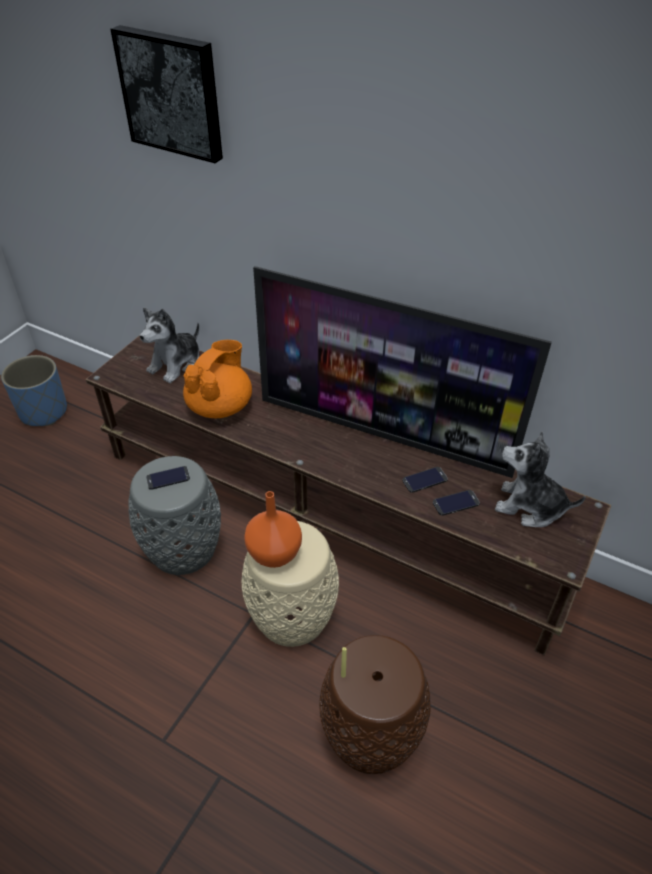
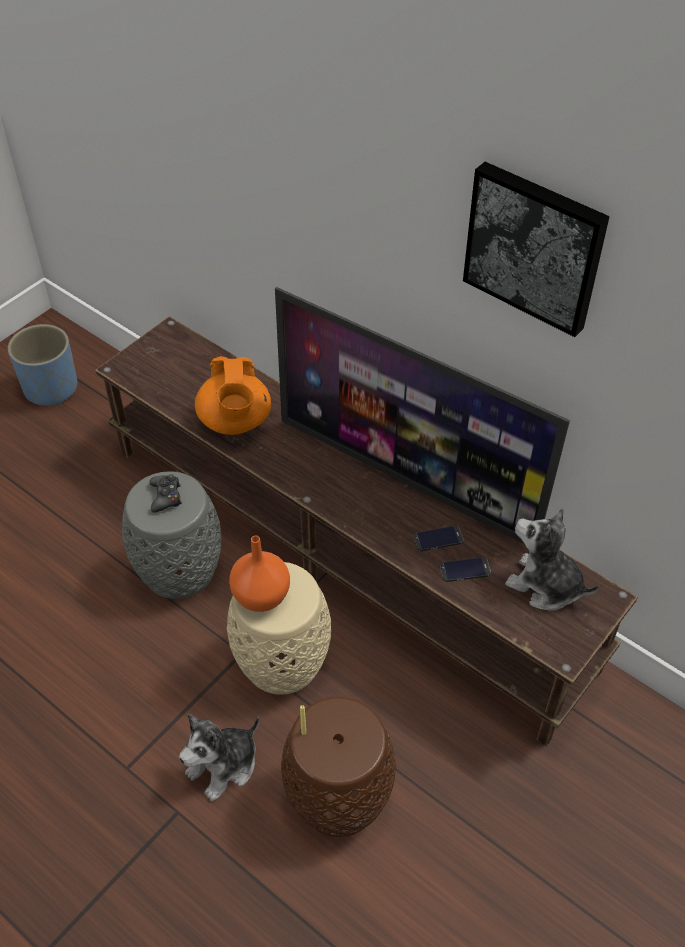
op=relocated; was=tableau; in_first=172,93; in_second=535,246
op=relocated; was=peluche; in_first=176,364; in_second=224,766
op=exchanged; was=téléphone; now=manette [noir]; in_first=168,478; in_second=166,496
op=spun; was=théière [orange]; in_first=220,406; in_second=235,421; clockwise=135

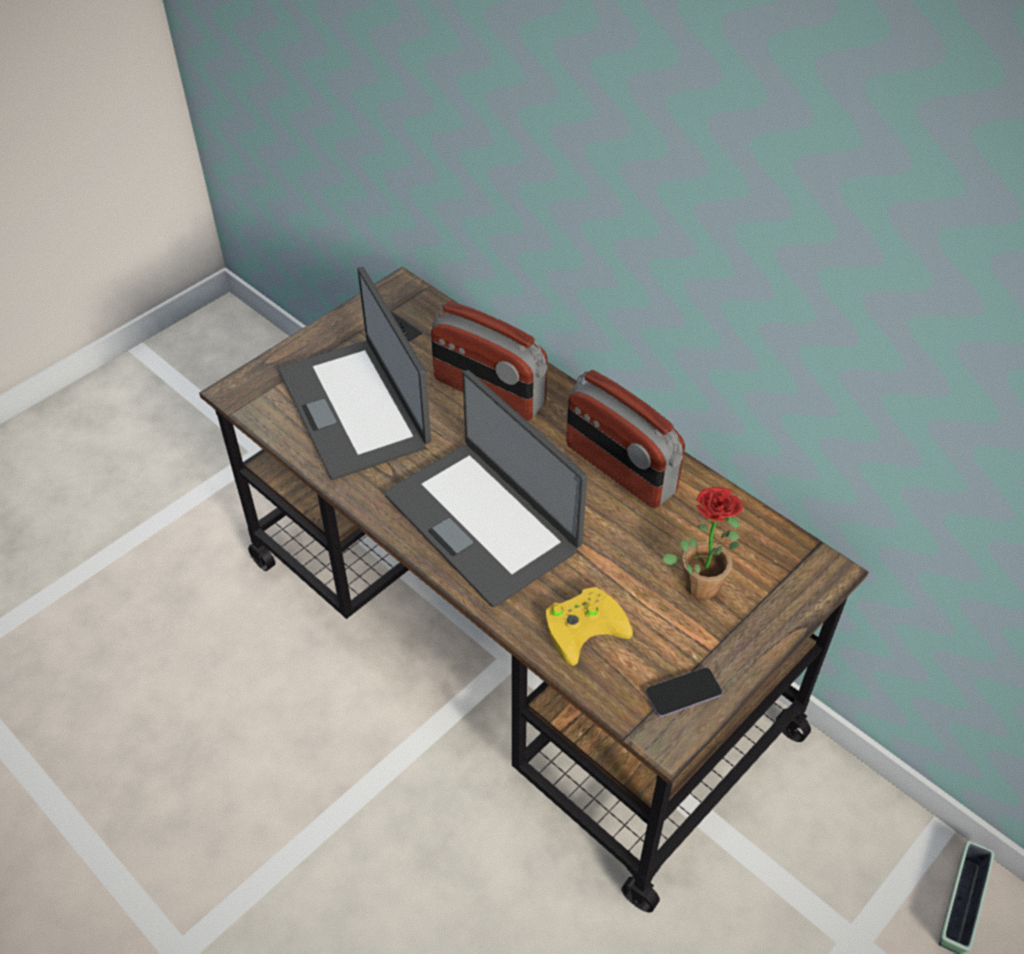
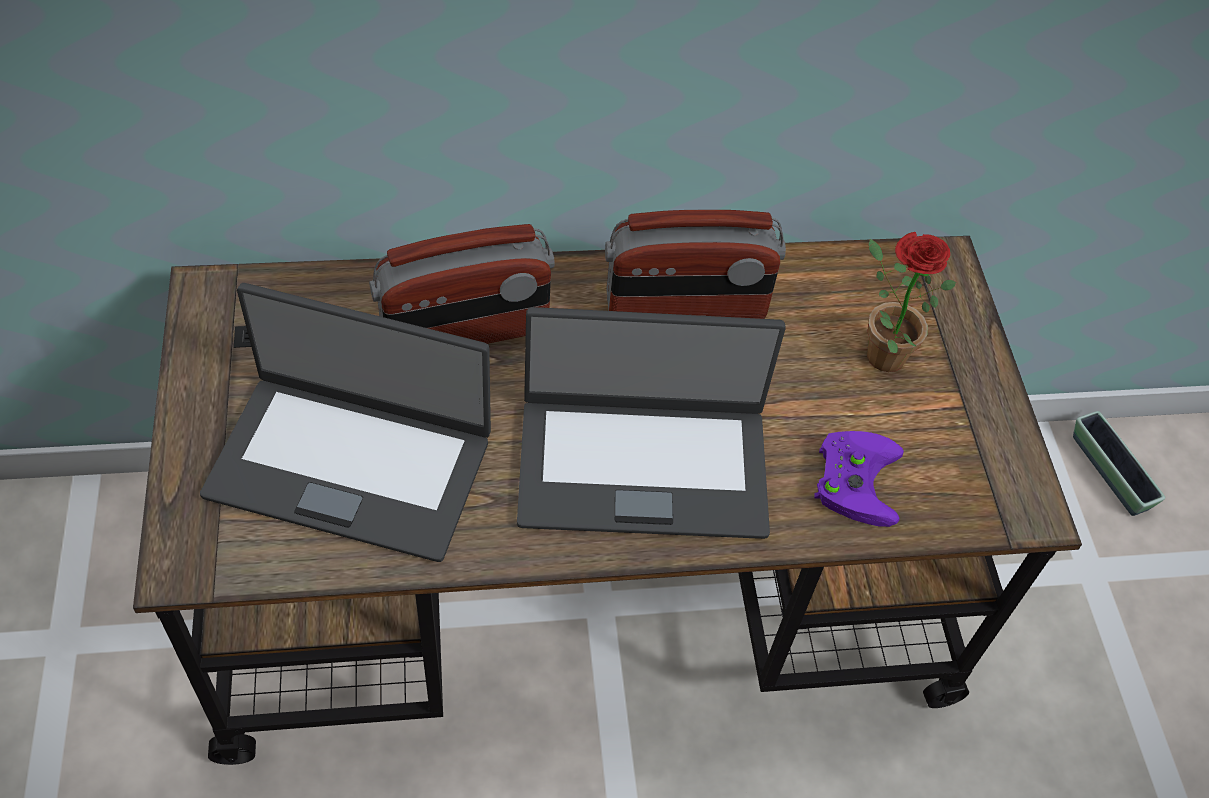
op=colour; was=manette [jaune]; now=manette [violet]; in_first=585,624; in_second=853,477
op=missing; was=téléphone; in_first=683,693

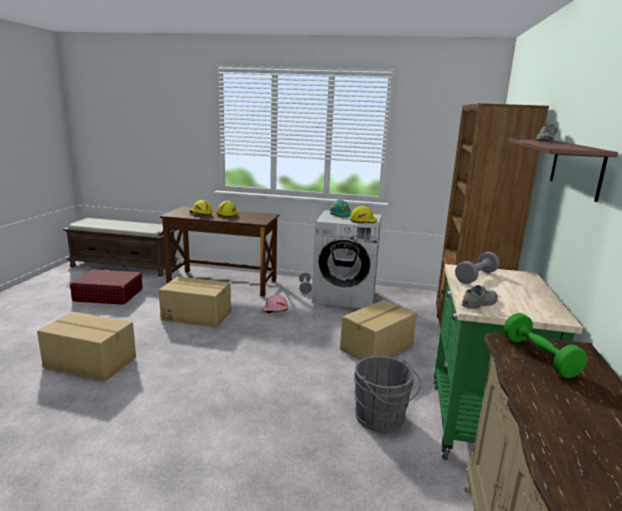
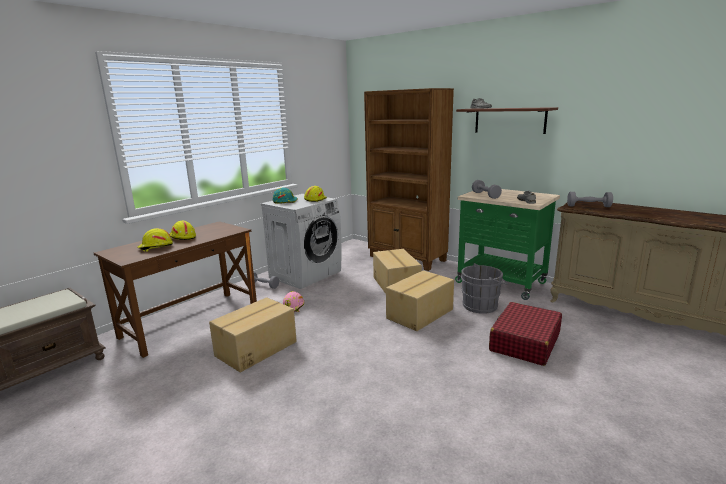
op=relocated; was=carton; in_first=90,363; in_second=420,314
op=relocated; was=valise [rouge]; in_first=108,295; in_second=524,342
op=colour; was=haltère [vert]; now=haltère [gris]; in_first=539,357; in_second=588,206

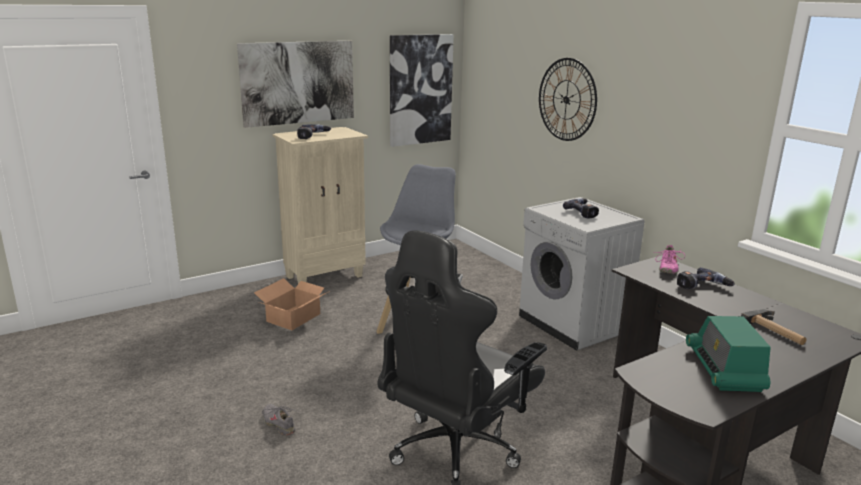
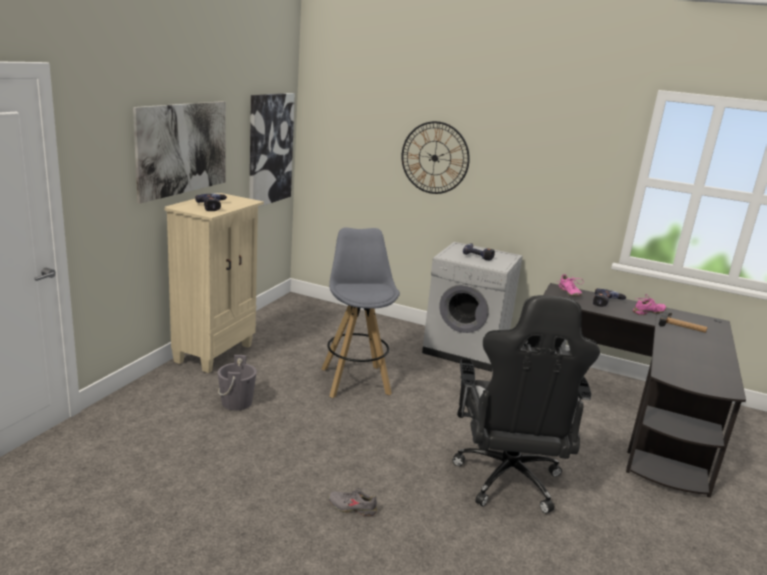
op=exchanged; was=carton; now=seau [gris]; in_first=294,317; in_second=236,402
op=missing; was=radio; in_first=724,369
op=appeared; now=chaussure [rose]; in_second=648,312

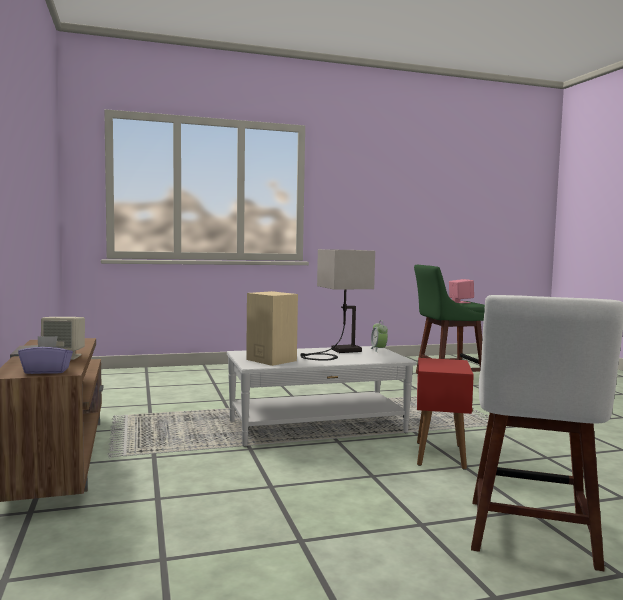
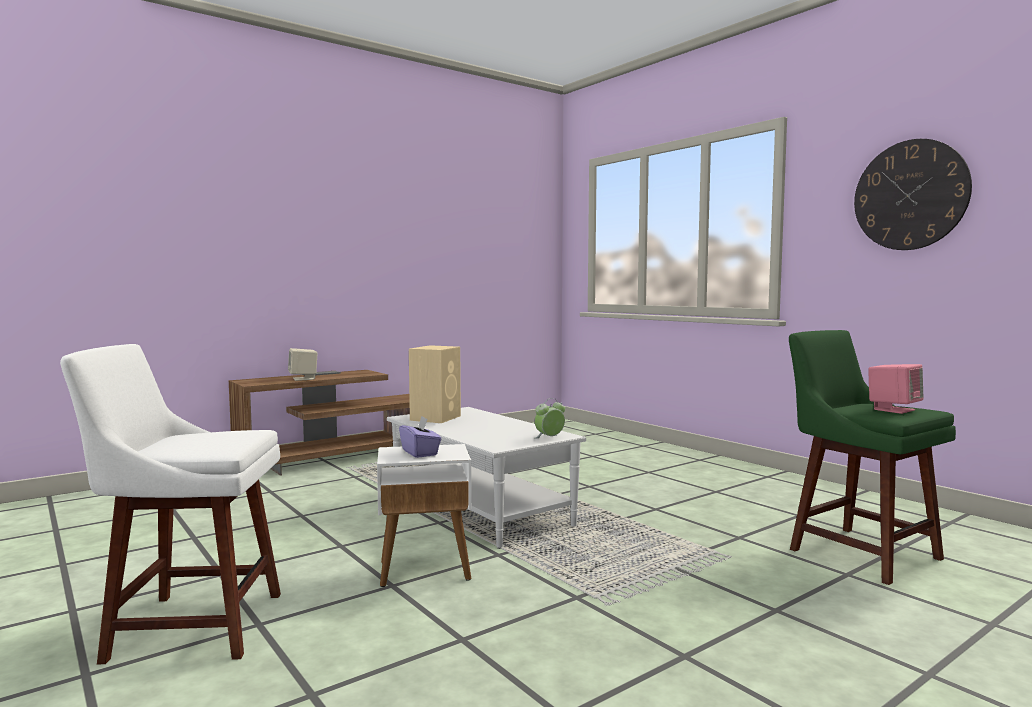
op=relocated; was=boîte à mouchoirs [violet]; in_first=47,371; in_second=420,453
op=missing; was=lampe de table; in_first=334,353
op=colour; was=table d'appoint [rouge]; now=table d'appoint [blanc]; in_first=440,455; in_second=426,570
op=appeared; now=horloge murale; in_second=910,195

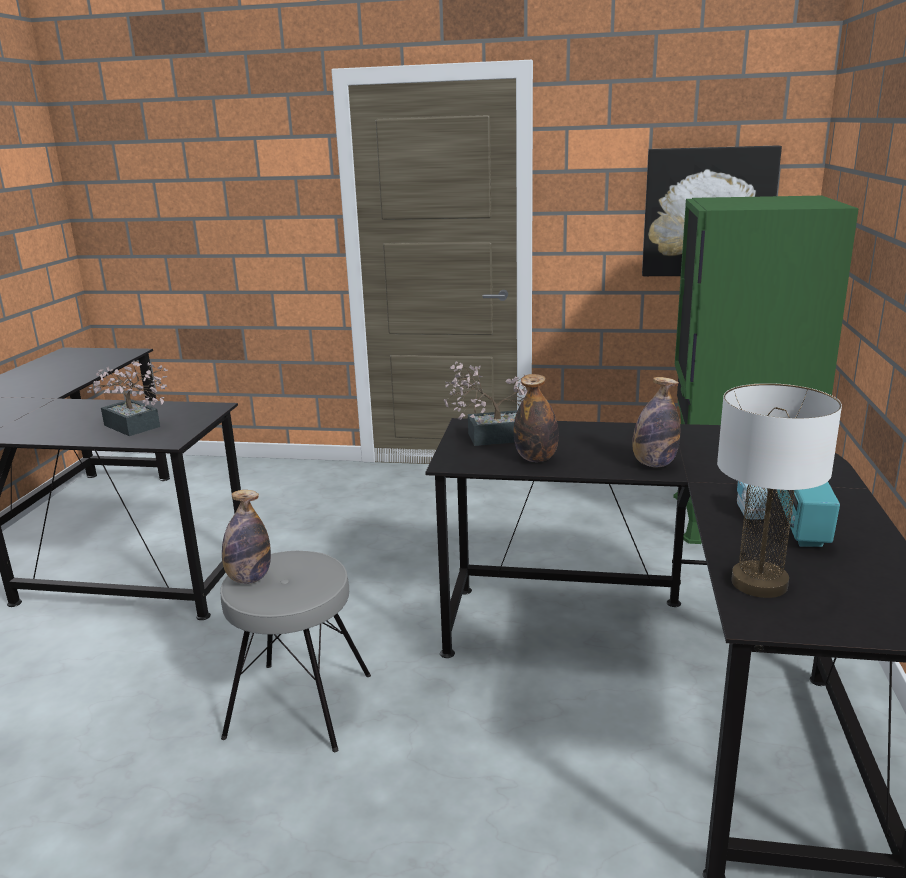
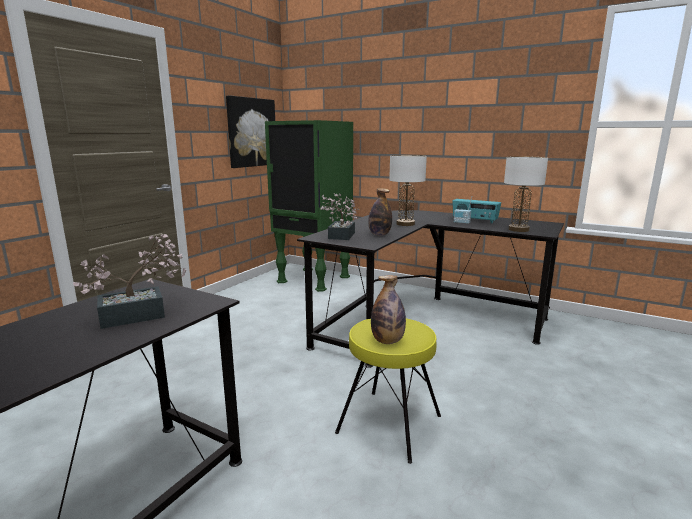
op=colour; was=tabouret [gris]; now=tabouret [jaune]; in_first=299,704; in_second=388,424
op=exchanged; was=bouteille; now=lampe de table; in_first=653,464; in_second=405,224

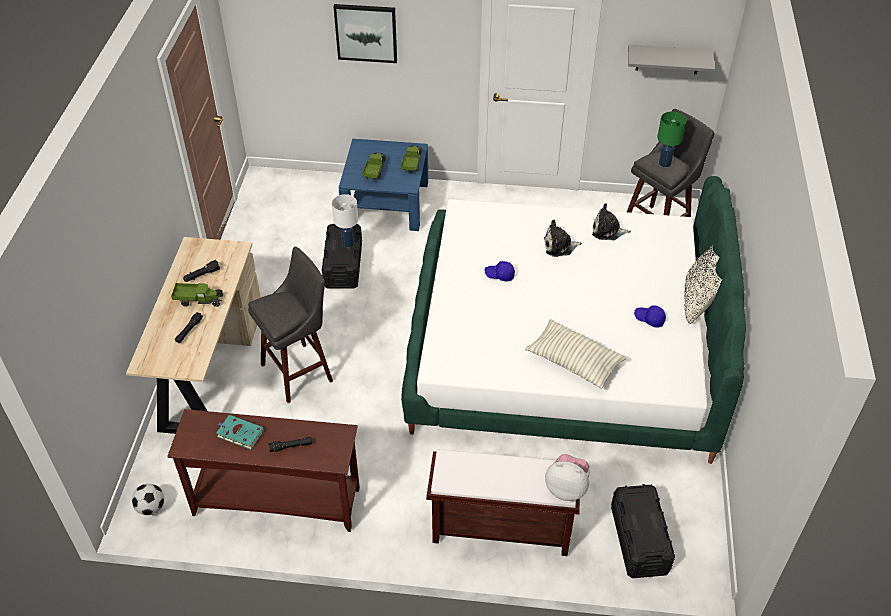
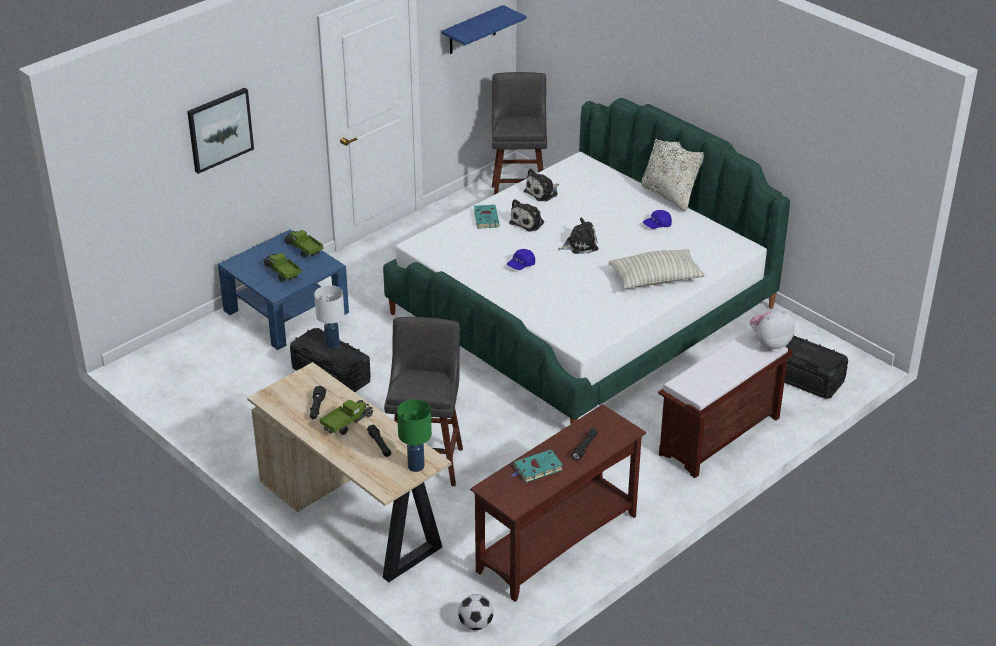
op=colour; was=étagère [gris]; now=étagère [bleu]; in_first=668,59; in_second=472,30
op=relocated; was=lampe de table [vert]; in_first=665,163; in_second=416,466
op=appeared; now=livre [turquoise]; in_second=486,218
op=appeared; now=peluche; in_second=579,245

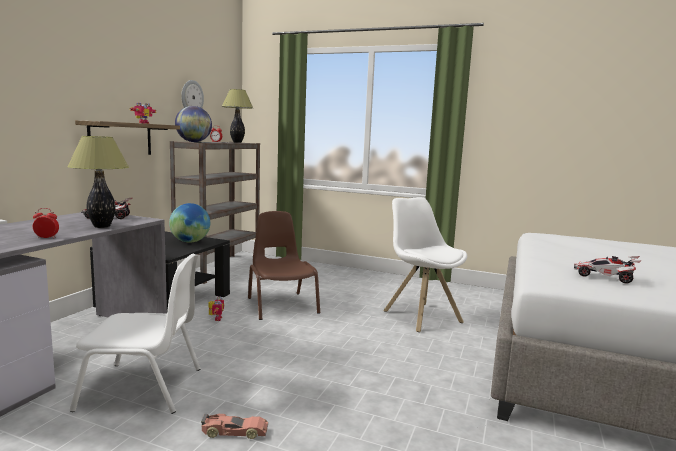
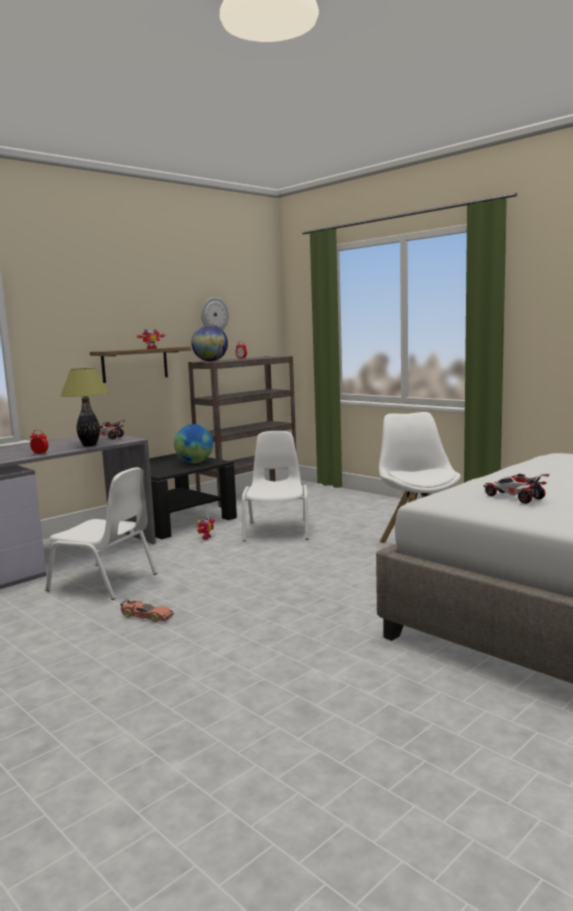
op=missing; was=lampe de table; in_first=237,142
op=colour; was=chaise [marron]; now=chaise [blanc]; in_first=281,305; in_second=277,530

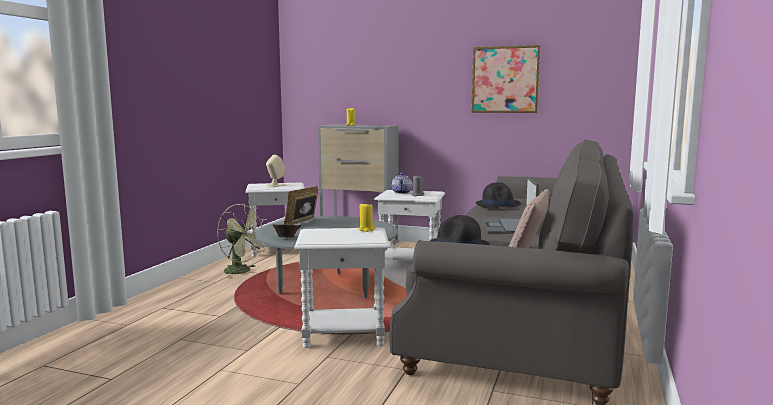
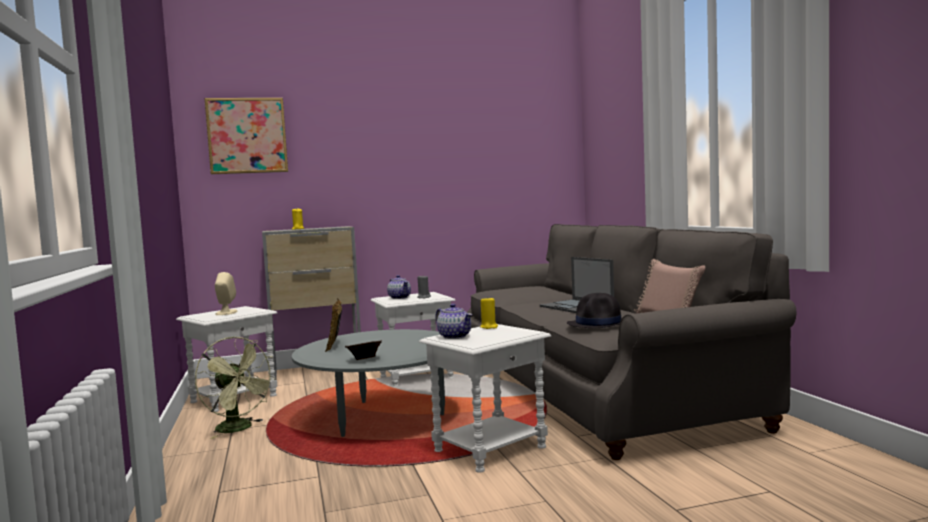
op=spun; was=ventilateur [vert]; in_first=242,271; in_second=239,429; clockwise=45
op=relocated; was=tableau; in_first=505,79; in_second=247,136
op=missing; was=chapeau [noir]; in_first=498,204
op=appeared; now=théière; in_second=454,336

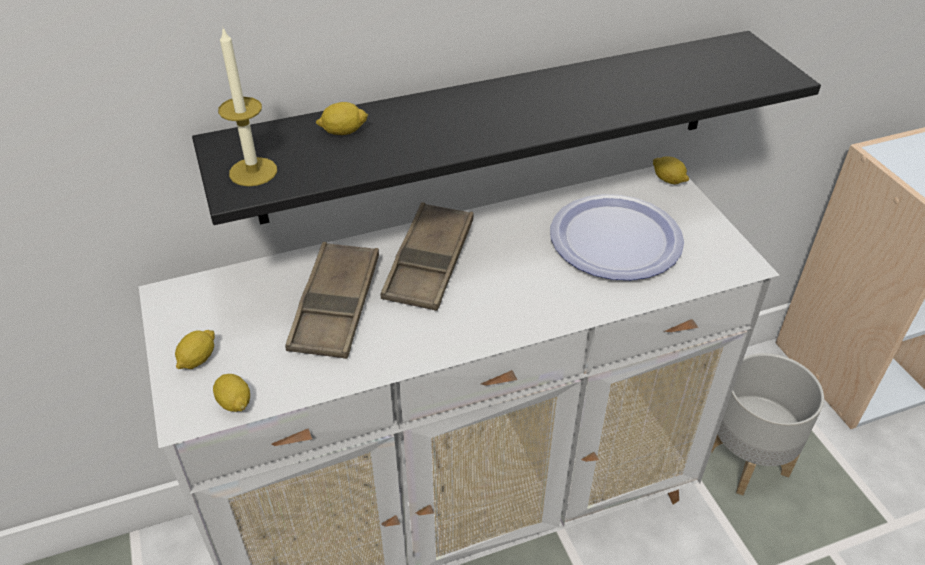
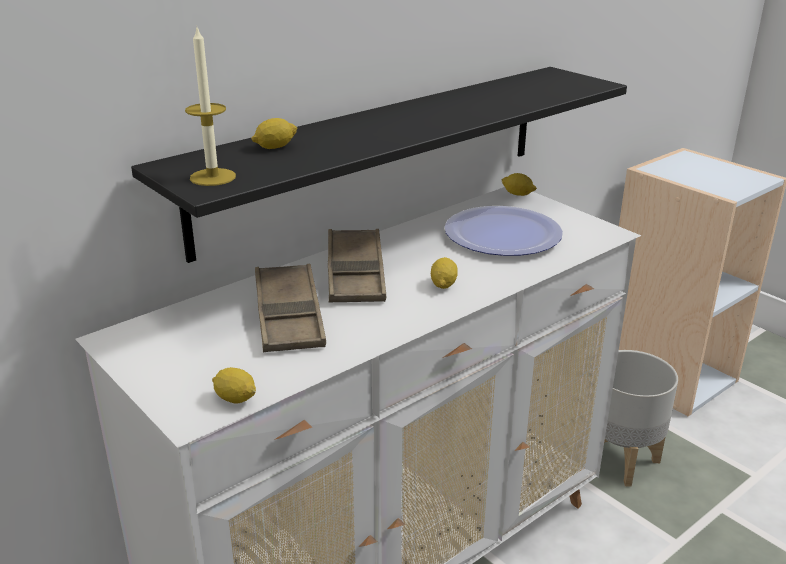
op=relocated; was=citron; in_first=198,359; in_second=443,284

